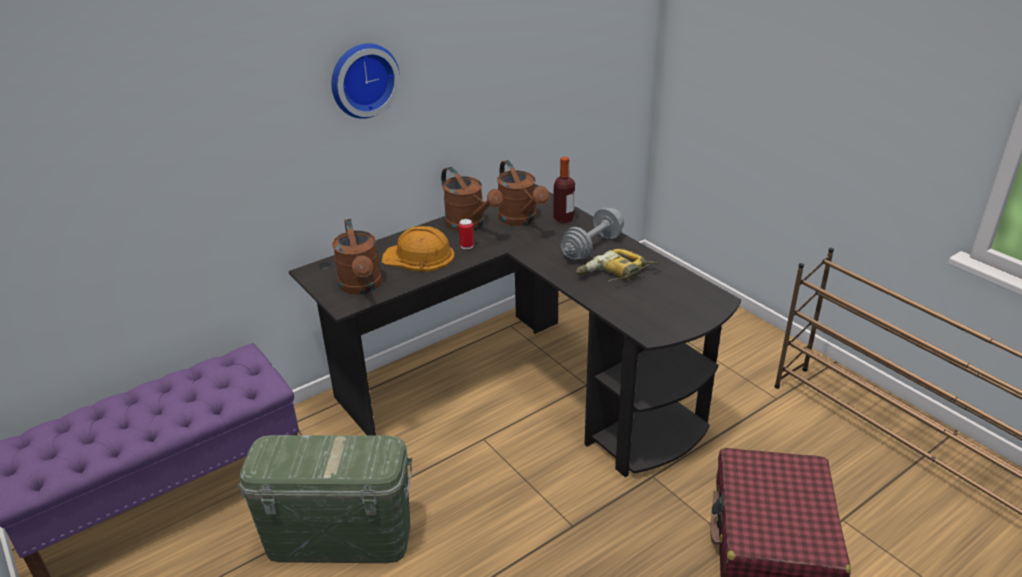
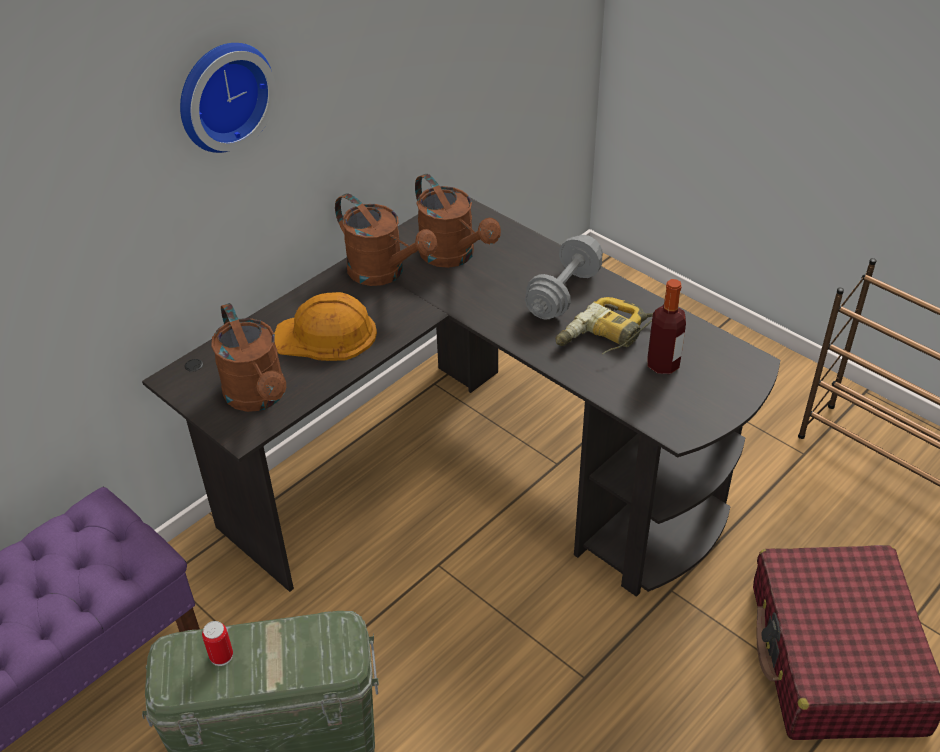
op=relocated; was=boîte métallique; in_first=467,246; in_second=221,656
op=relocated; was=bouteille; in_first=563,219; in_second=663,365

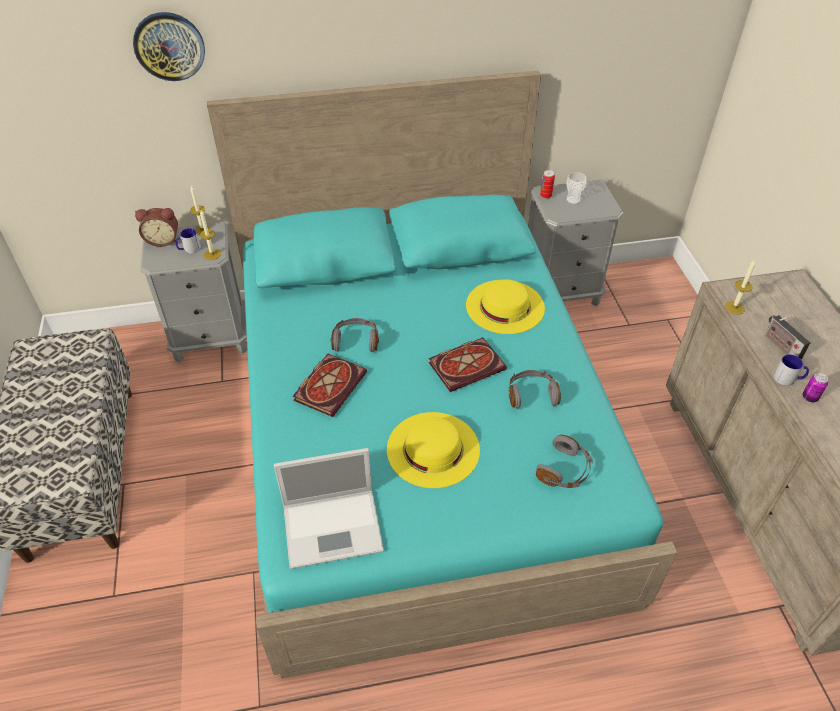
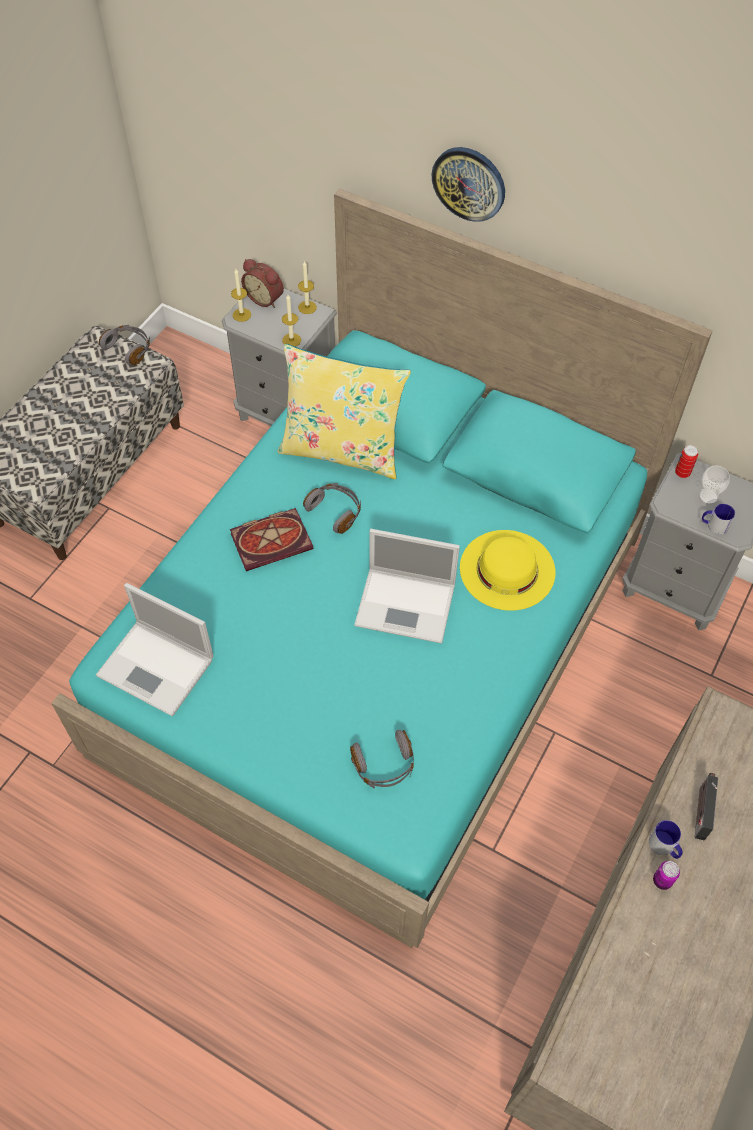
op=relocated; was=horloge murale; in_first=169,46; in_second=469,183
op=relocated; was=mug; in_first=189,249; in_second=713,525
op=missing; was=chapeau [jaune]; in_first=433,449
op=exchanged; was=livre; now=ordinateur portable; in_first=467,365; in_second=407,605
op=relocated; was=casque audio [gris]; in_first=531,394; in_second=129,349
op=relocated; was=bougie; in_first=734,308; in_second=241,315
op=appeared; now=coussin [jaune]; in_second=342,450

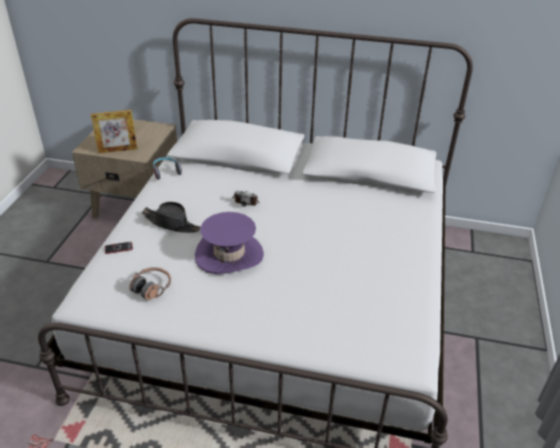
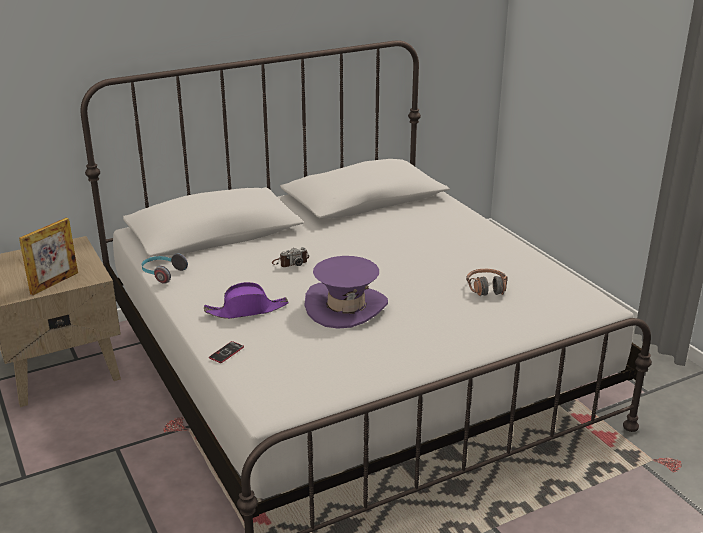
op=relocated; was=casque audio; in_first=152,288; in_second=486,288
op=colour; was=chapeau [noir]; now=chapeau [violet]; in_first=171,223; in_second=247,310

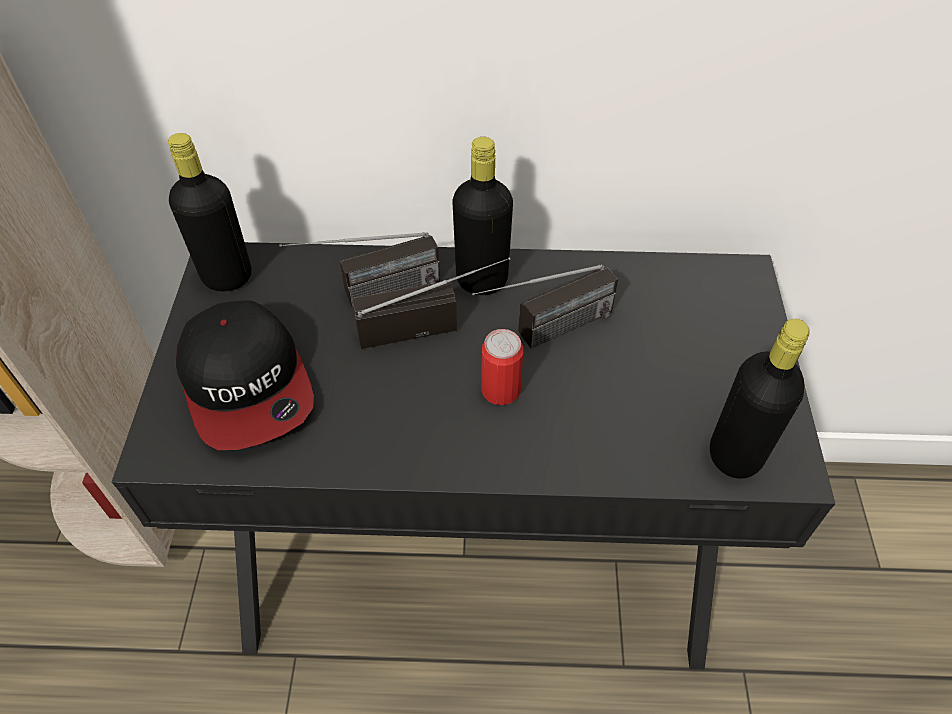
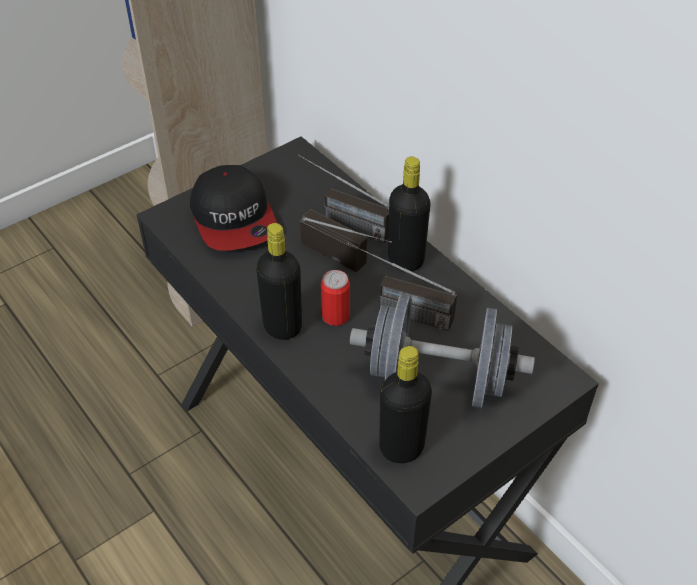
op=relocated; was=bouteille [noir]; in_first=227,277; in_second=282,326
op=spun; was=casquette; in_first=247,384; in_second=234,218; clockwise=-45
op=appeared; now=haltère [gris]; in_second=437,380

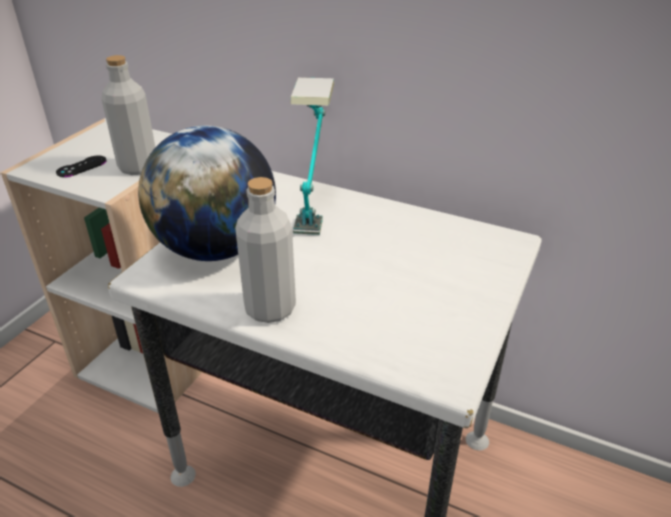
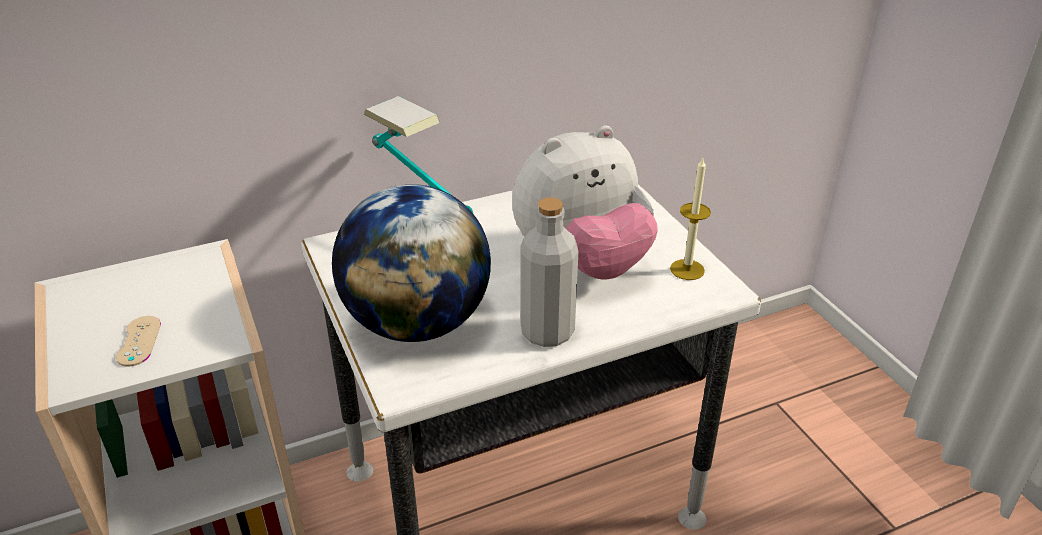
op=colour; was=manette [noir]; now=manette [beige]; in_first=81,166; in_second=139,341
op=missing; was=bouteille [gris]; in_first=138,167
op=appeared; now=peluche; in_second=582,263
op=appeared; now=bougie; in_second=687,269

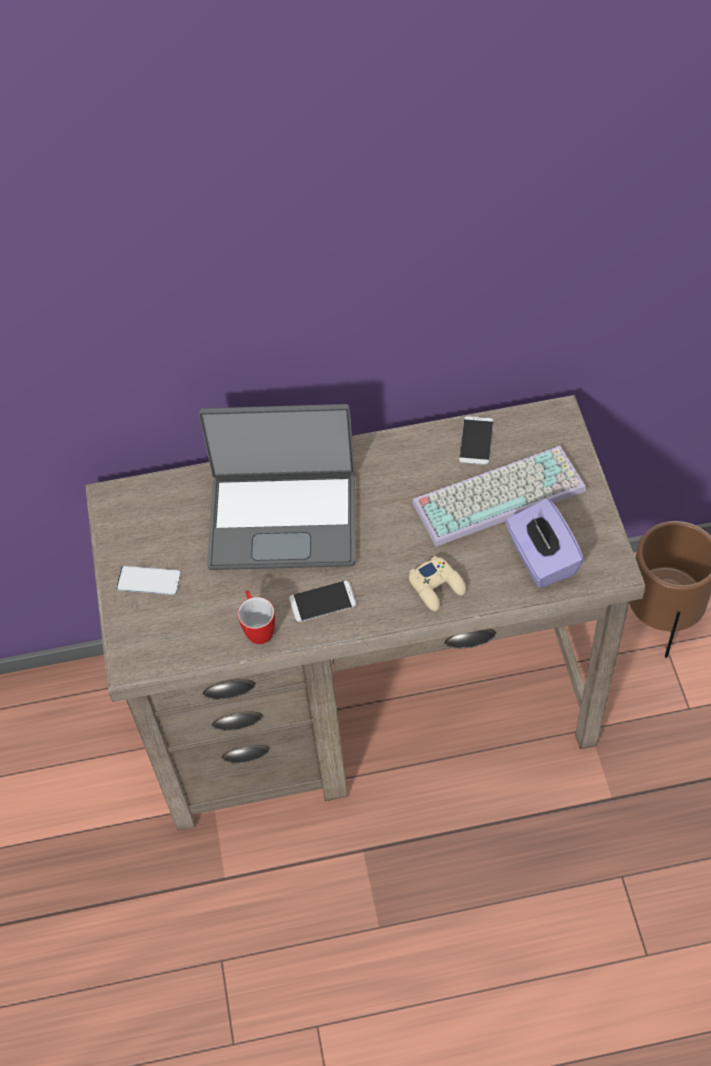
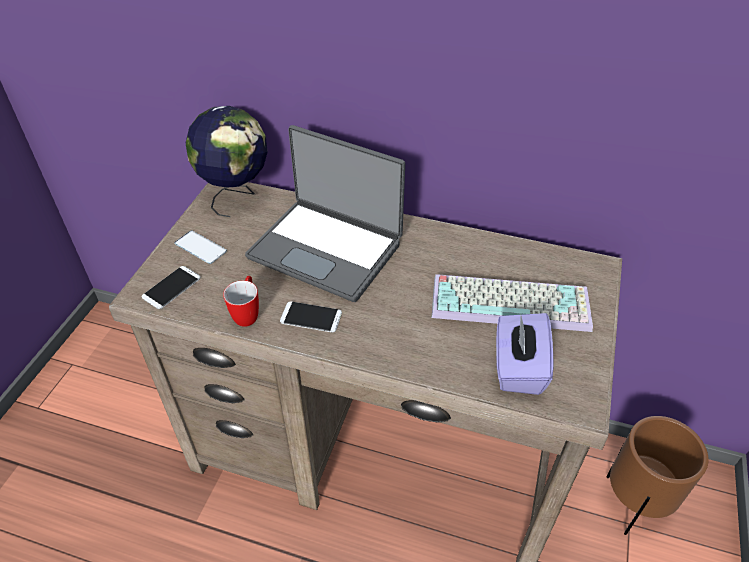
op=missing; was=manette [beige]; in_first=437,587
op=relocated; was=téléphone; in_first=476,441; in_second=171,288
op=appeared; now=globe; in_second=236,196

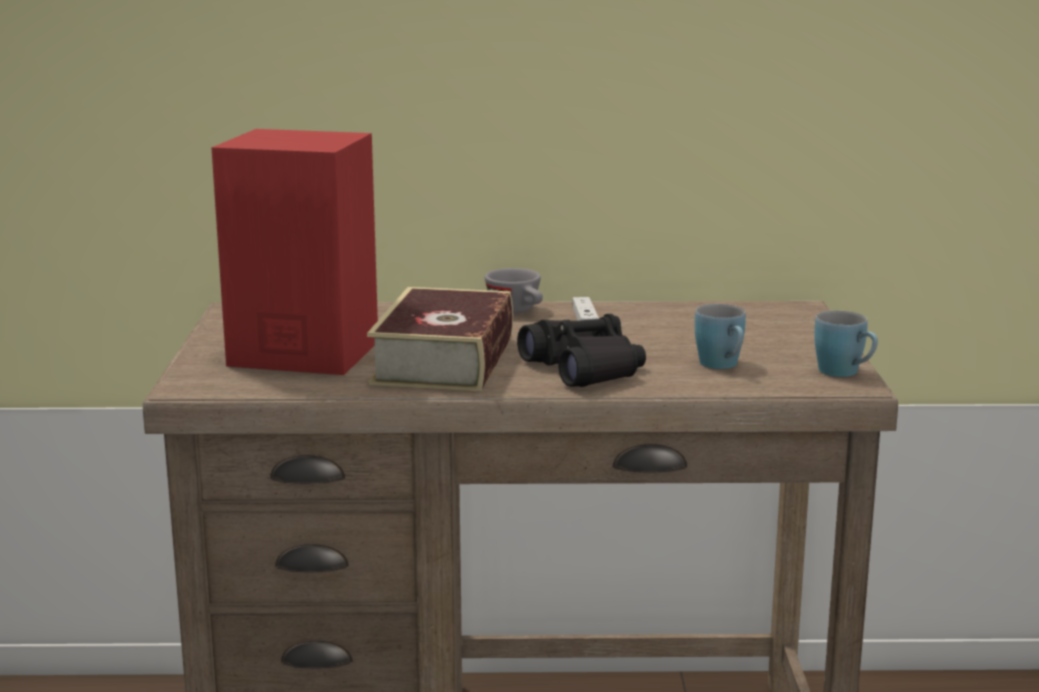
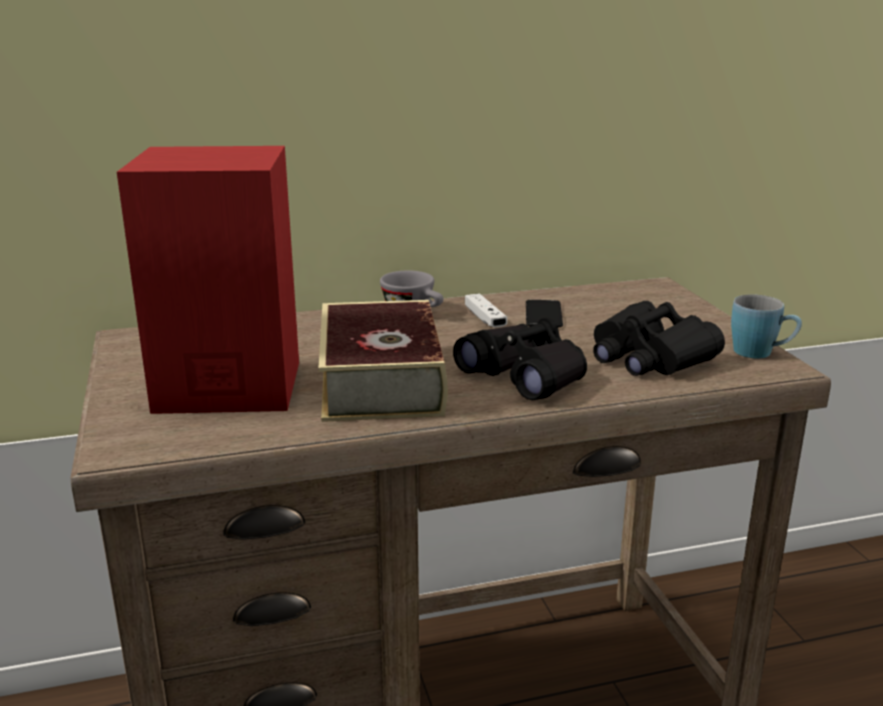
op=exchanged; was=mug [bleu]; now=jumelles [noir]; in_first=723,366; in_second=648,357
op=appeared; now=téléphone; in_second=543,315

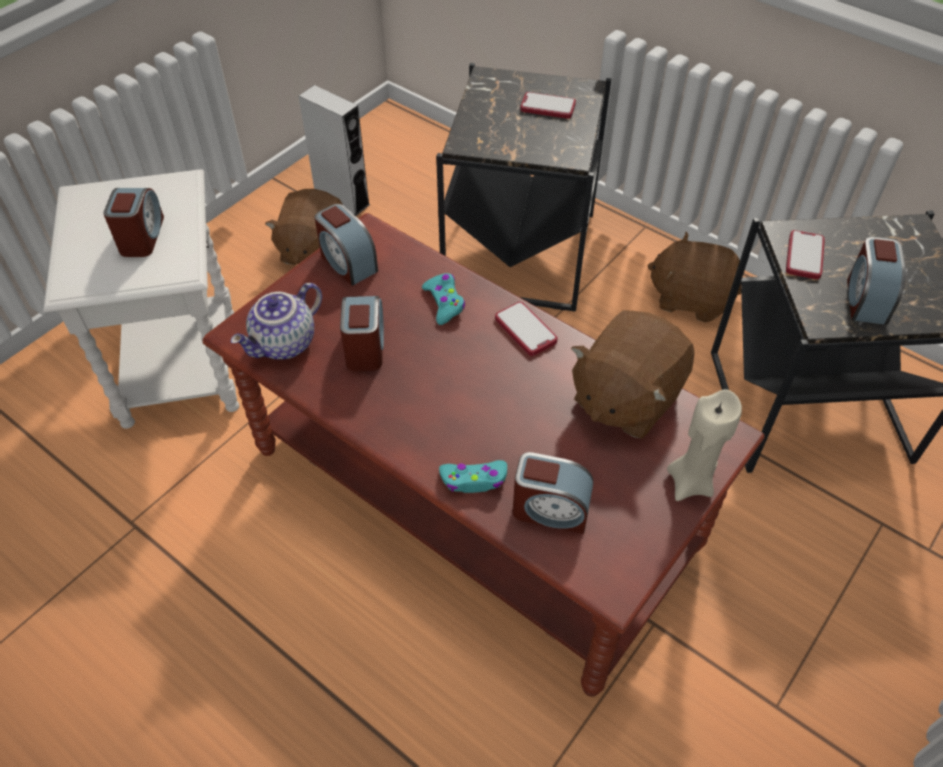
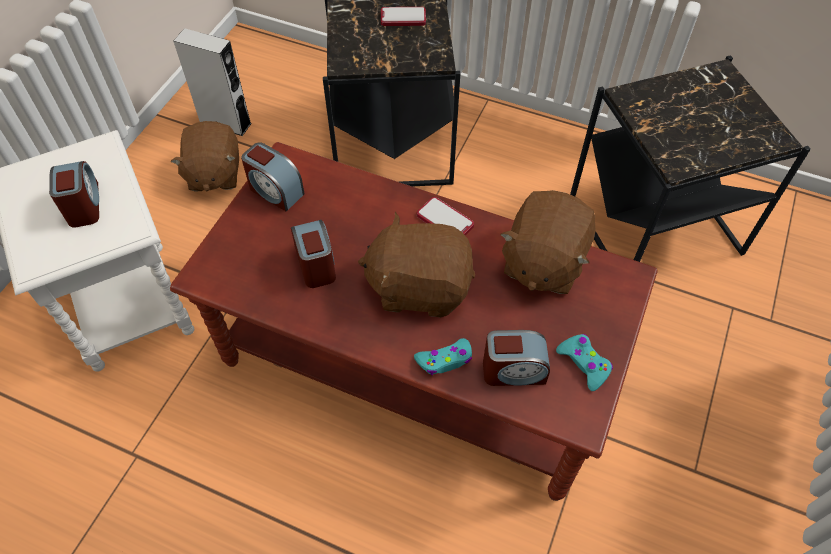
op=missing; was=théière; in_first=285,344
op=relocated; was=manette [turquoise]; in_first=444,303; in_second=584,364
op=relocated; was=peluche [marron]; in_first=691,298; in_second=419,286
op=missing; was=bougie [beige]; in_first=691,482
op=missing; was=téléphone; in_first=804,256
op=missing; was=réveil; in_first=866,299

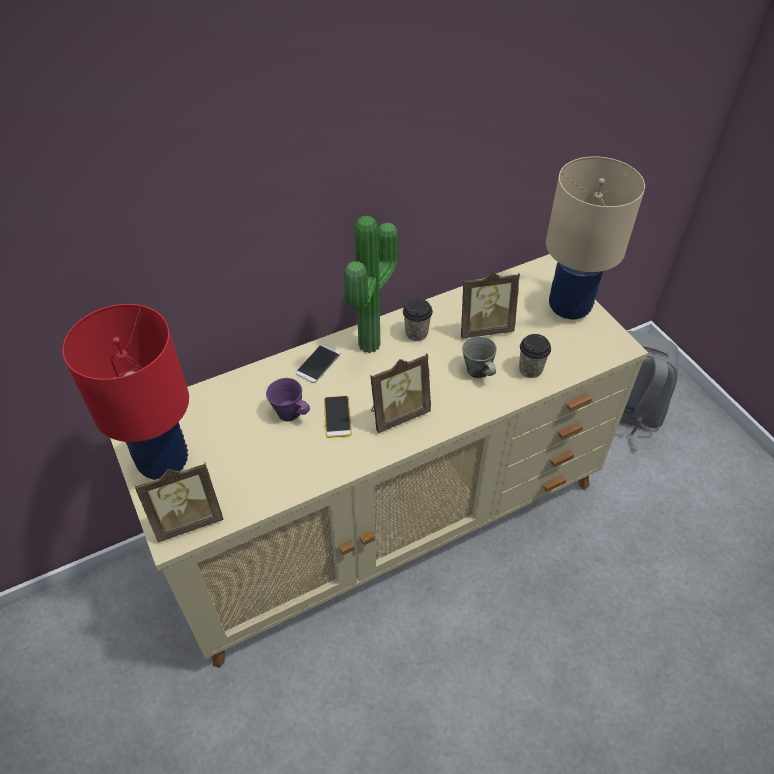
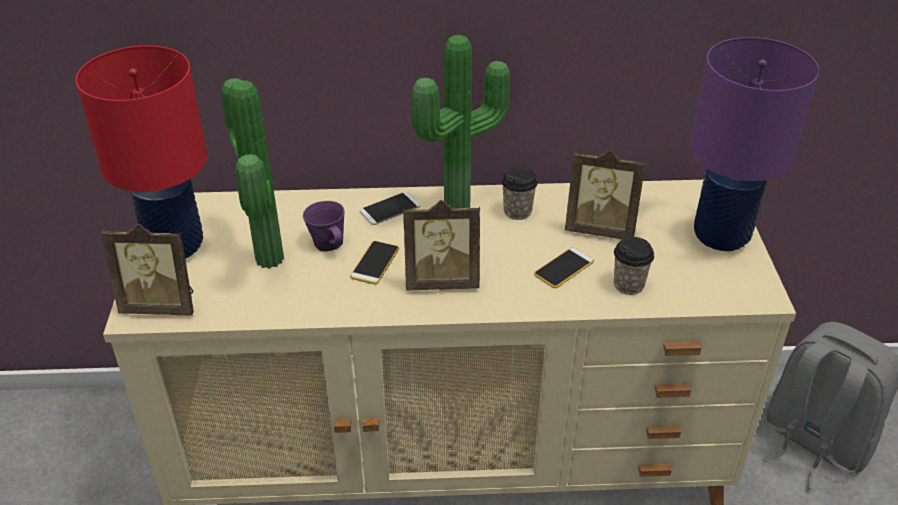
op=exchanged; was=mug [gris]; now=téléphone; in_first=478,371; in_second=564,268
op=colour; was=lampe de table [beige]; now=lampe de table [violet]; in_first=570,309; in_second=721,239
op=appeared; now=plante en pot; in_second=264,260

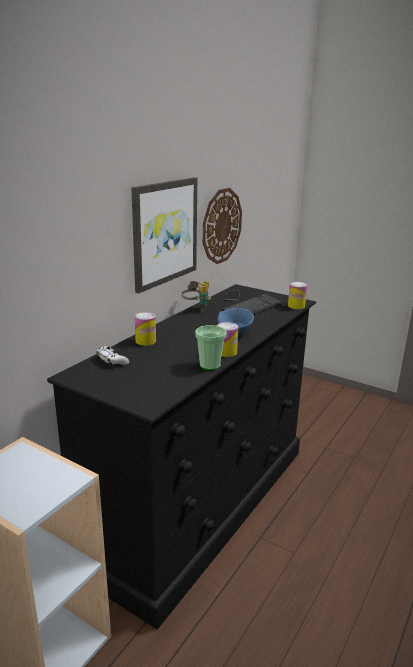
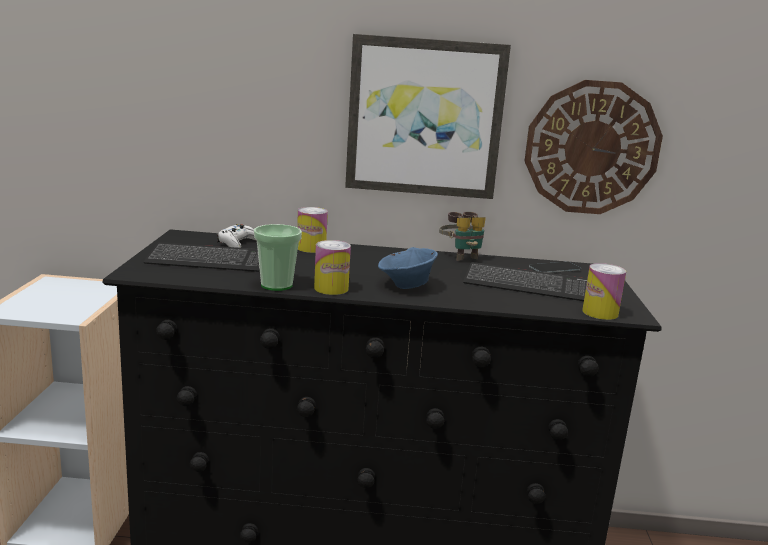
op=appeared; now=clavier; in_second=212,261

